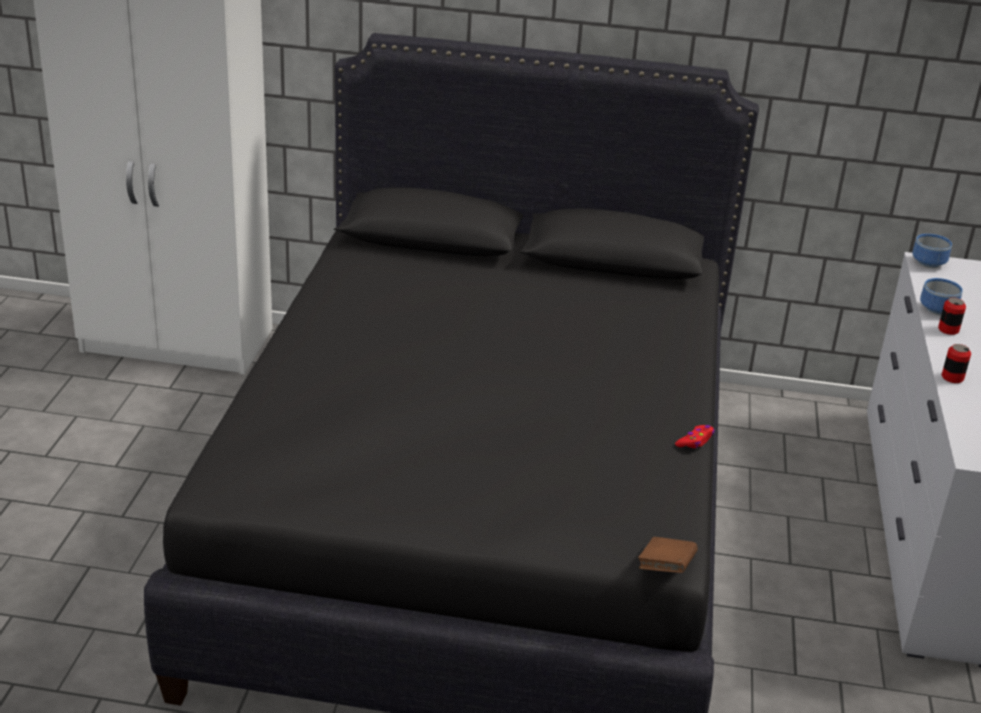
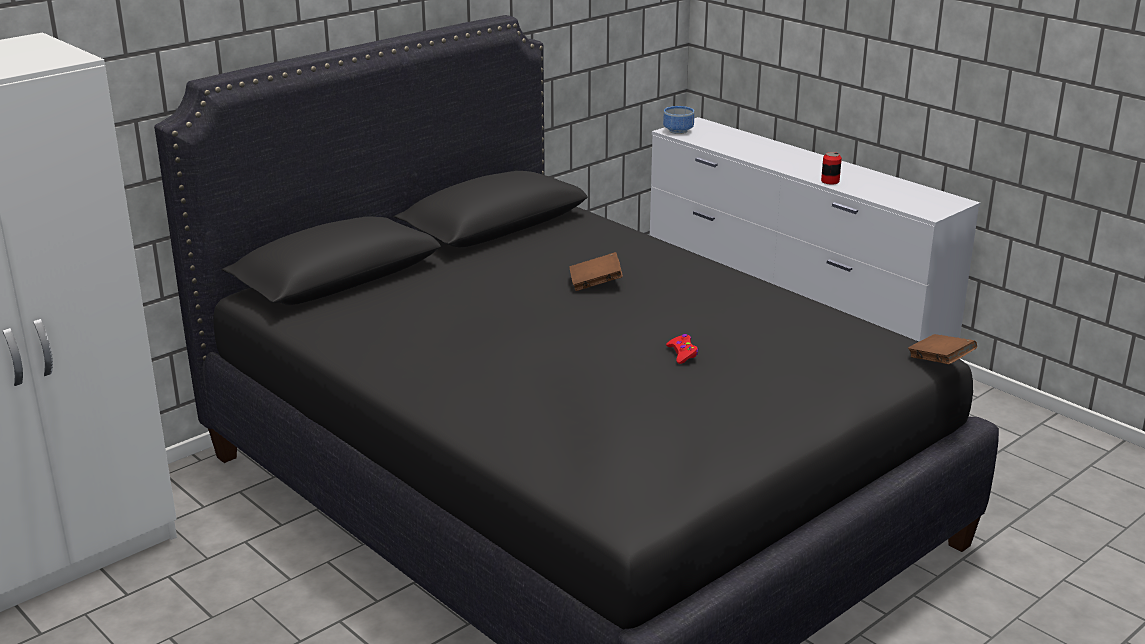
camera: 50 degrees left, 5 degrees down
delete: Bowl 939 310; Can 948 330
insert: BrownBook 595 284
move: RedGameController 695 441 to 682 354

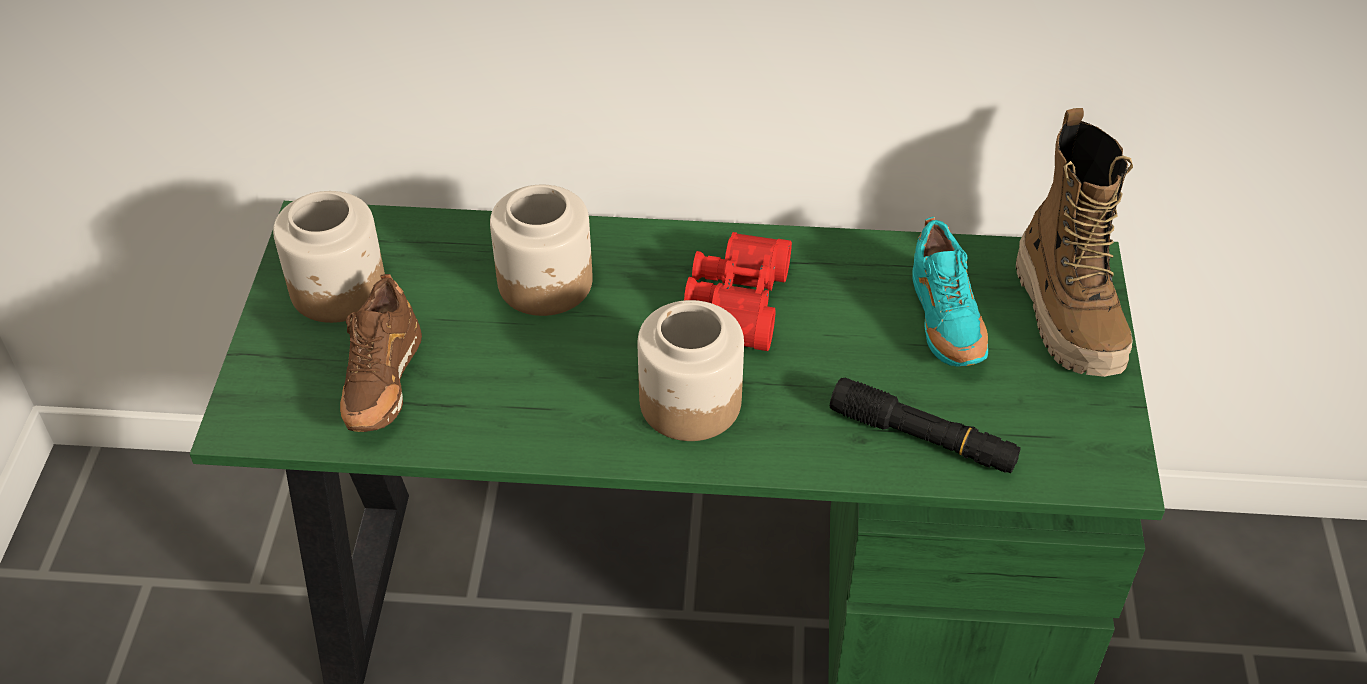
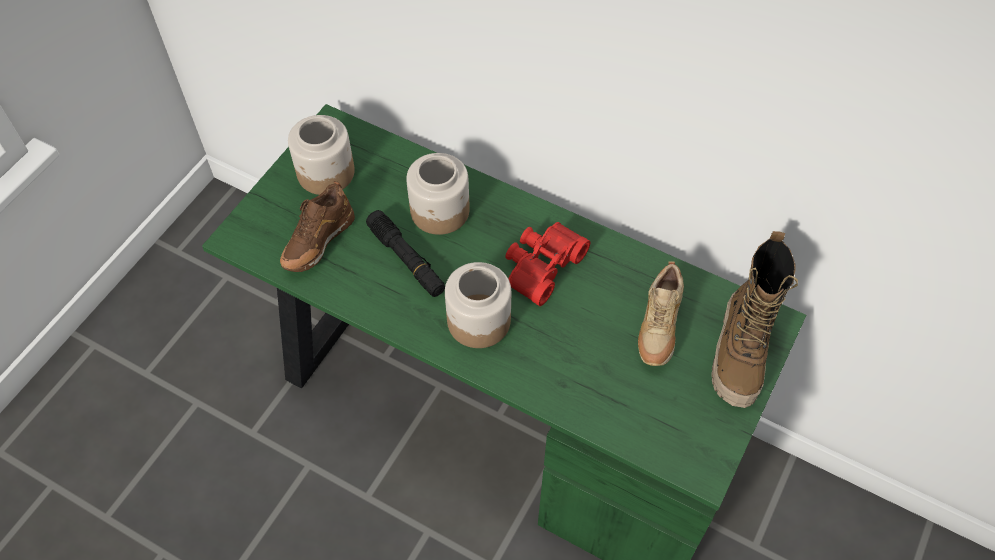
camera: 25 degrees right, 10 degrees up
move: BlackFlashlight 922 438 to 406 259
recolor: TurquoiseShoe 944 325 to BeigeShoe 658 330

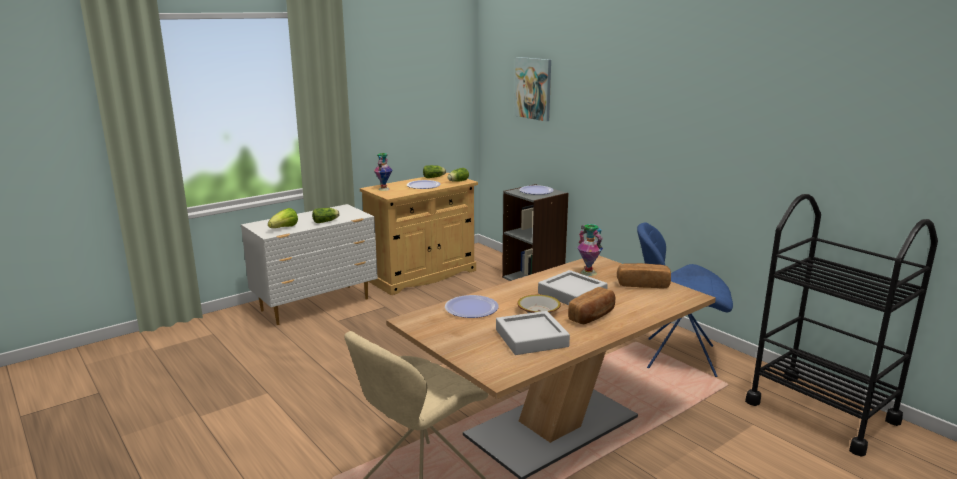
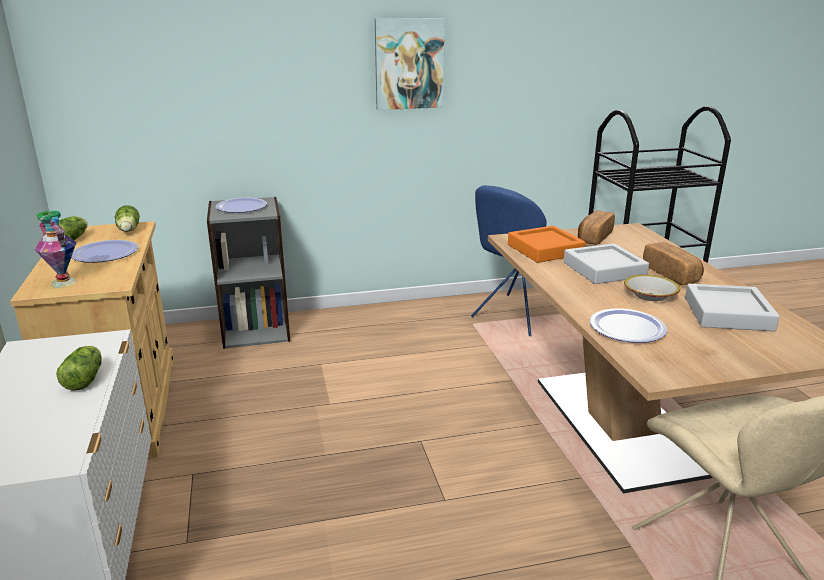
camera: 65 degrees left, 5 degrees up
delete: Lettuce 284 228
move: Picture 533 88 to 409 64
replace: Vase 589 272 to OrangeTray 545 249

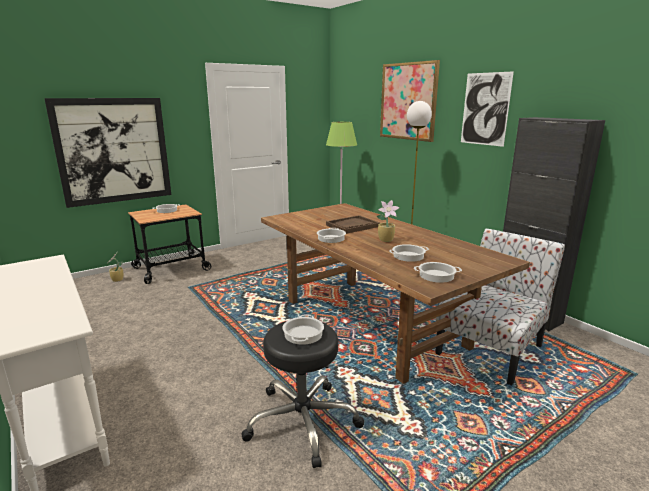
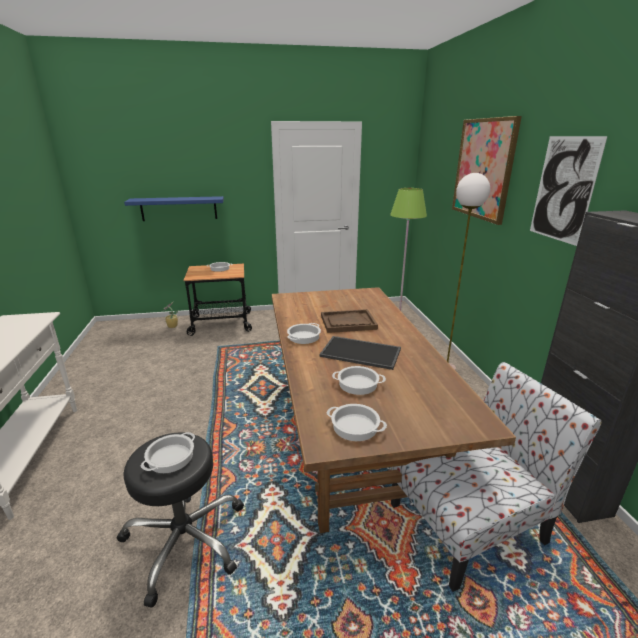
camera: 25 degrees right, 5 degrees up
replace: Picture 113 151 to BlueShelf 179 208; PottedPlant 386 240 to Tray 361 352

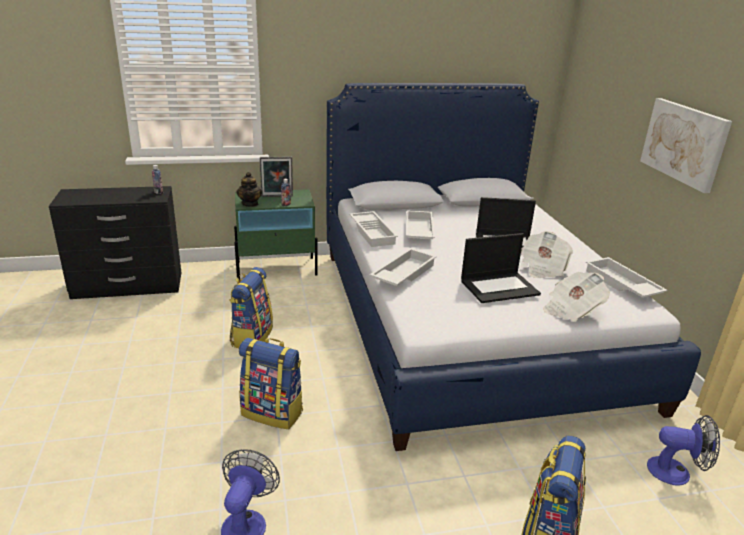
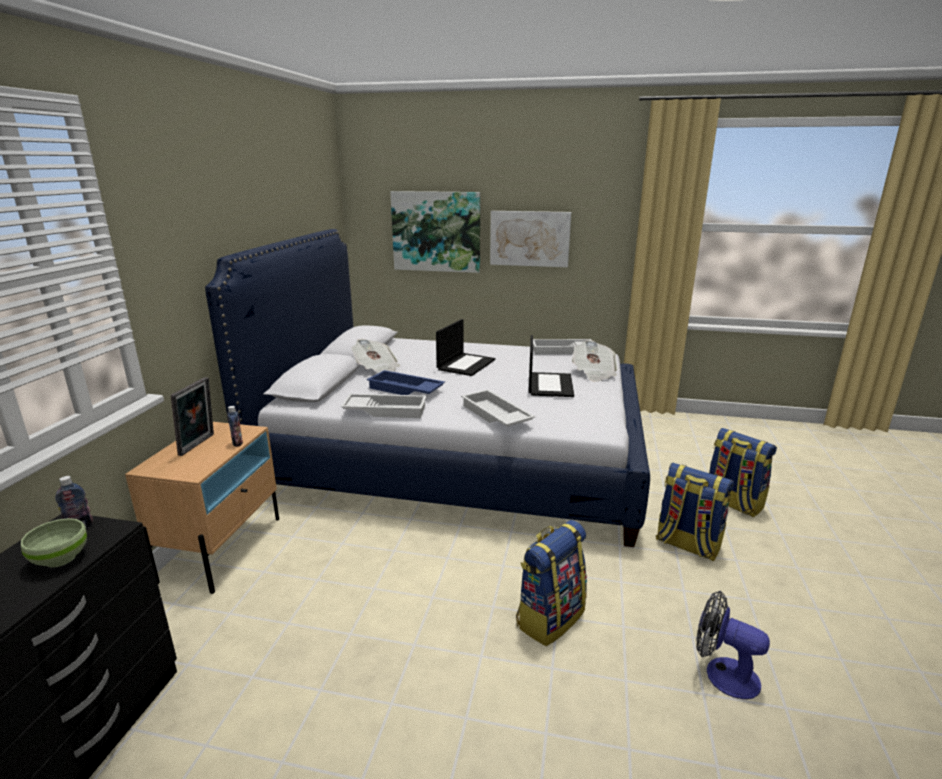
camera: 65 degrees left, 5 degrees down
delete: Teapot 250 204; Fan 676 472
insert: GreenBowl 61 559; Picture 436 231
move: Newspaper 543 268 to 376 369; Backpack 251 336 to 687 545
recolor: GreenNightstand 277 268 to BeigeNightstand 222 548; WhiteTray 418 231 to BlueTray 404 390

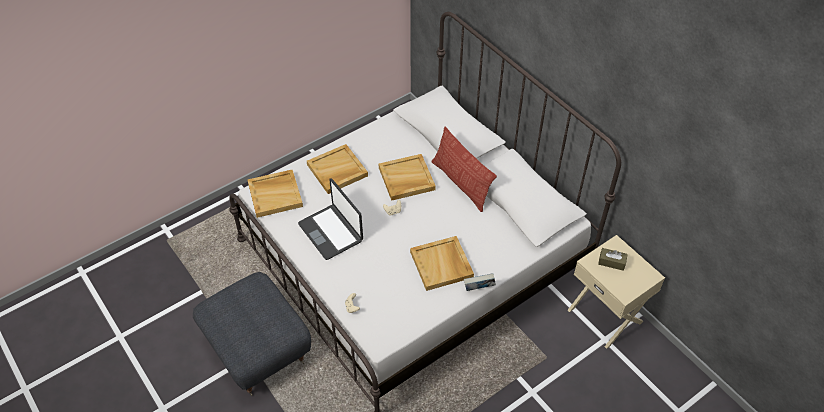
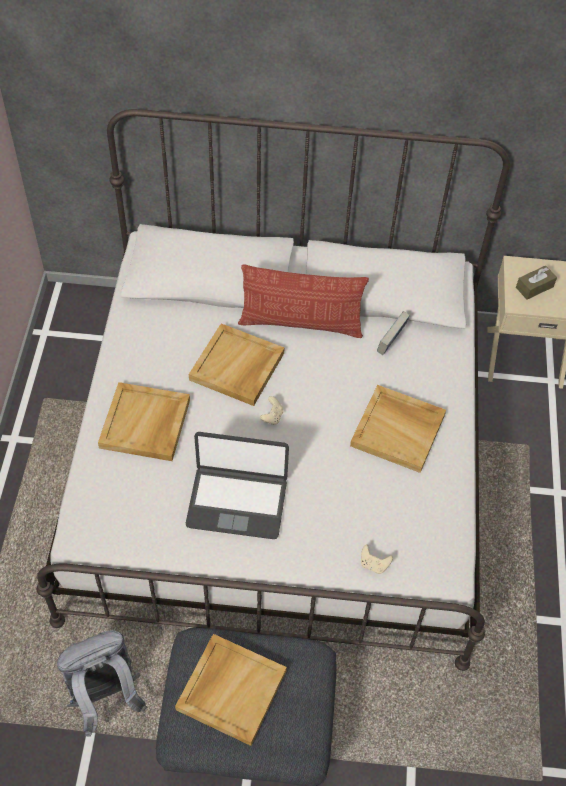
camera: 50 degrees left, 5 degrees up
insert: GreyBackpack 105 697
move: BeigeTray 275 194 to 231 689; Book 479 289 to 391 343

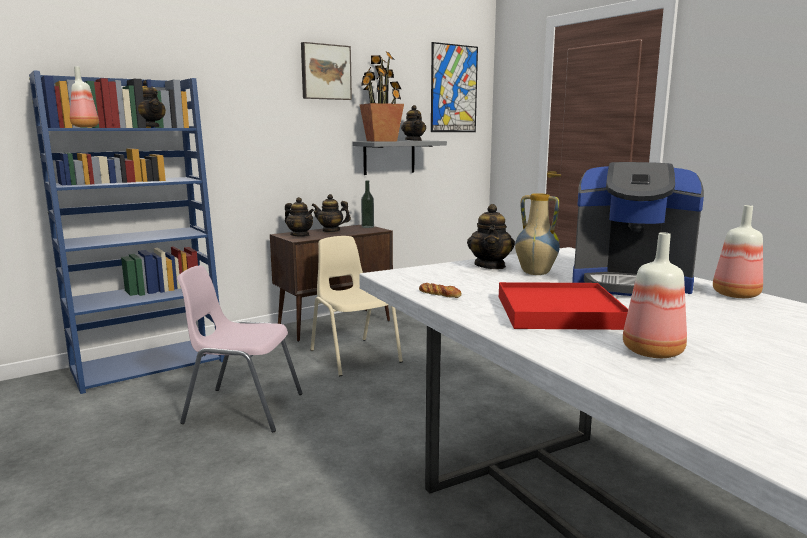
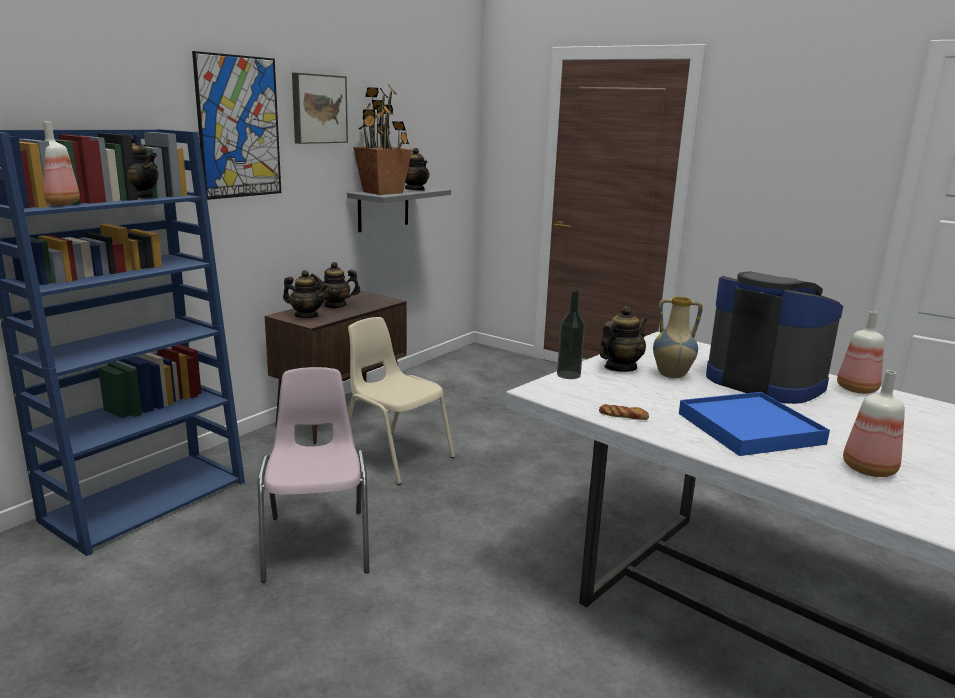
camera: 20 degrees left, 5 degrees up
move: Picture 454 89 to 239 127; Bottle 367 226 to 568 375
recolor: RedTray 558 312 to BlueTray 749 428
rotate: PinkChair 242 408 = 317 543 90 degrees clockwise; Teapot 490 266 = 620 368 120 degrees counterclockwise; CoffeeMachine 630 283 = 764 382 135 degrees counterclockwise

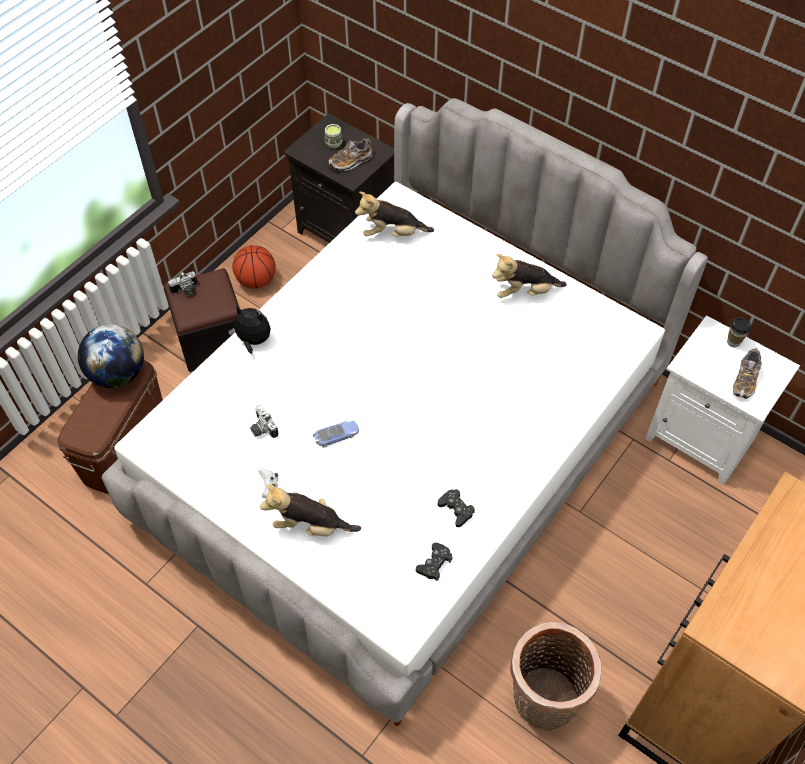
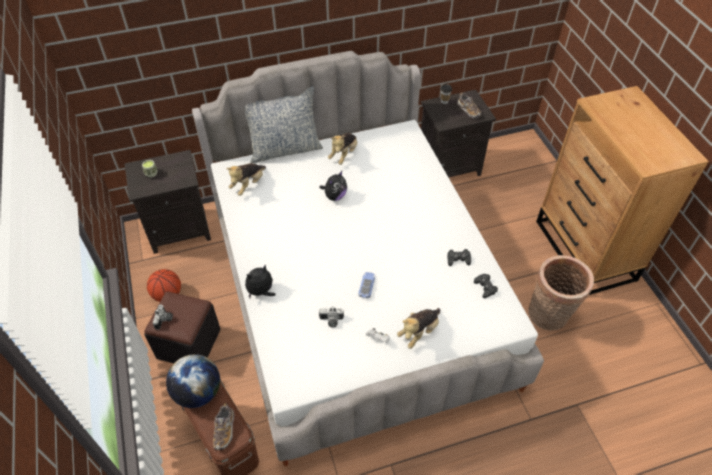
camera: 55 degrees left, 5 degrees down
insert: Pillow 285 149; PlushToy 335 196
move: Shoe 351 161 to 224 430
recolor: WhiteNightstand 702 437 to BlackNightstand 449 166

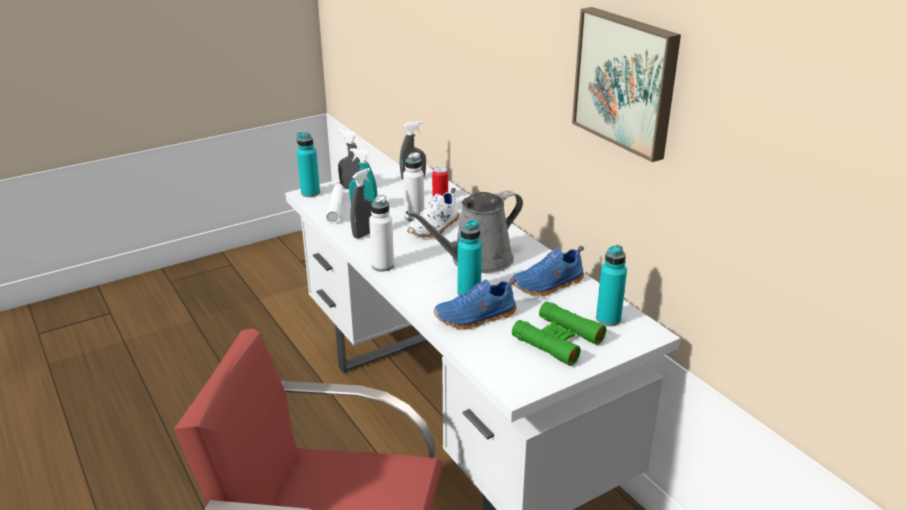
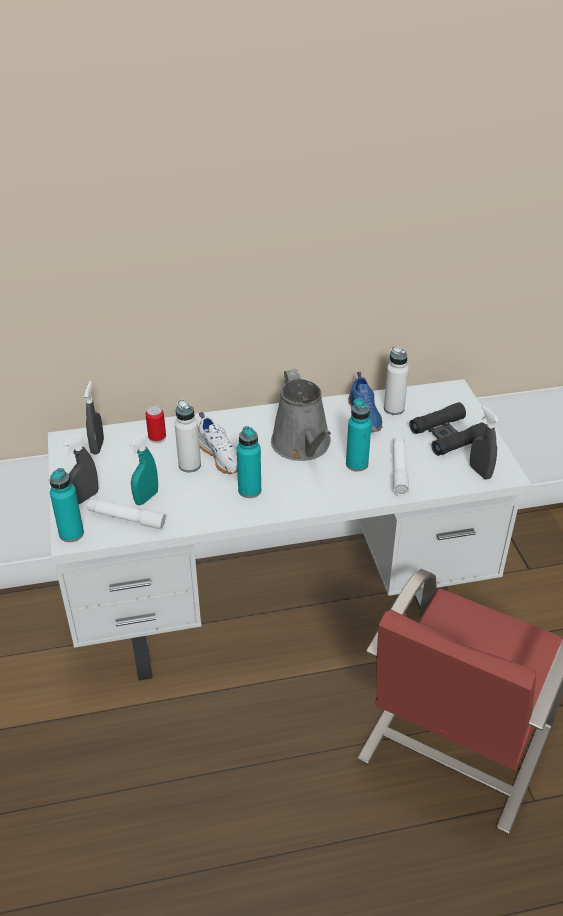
camera: 70 degrees left, 10 degrees up
delete: Picture 627 81
move: TurquoiseBottle 608 319 to 249 490; WhiteBottle 383 266 to 394 409; GreySprayBottle 364 234 to 480 471
replace: BlueShoe 476 318 to WhiteFlashlight 399 470
recolor: GreenBinoculars 558 340 to BlackBinoculars 447 435

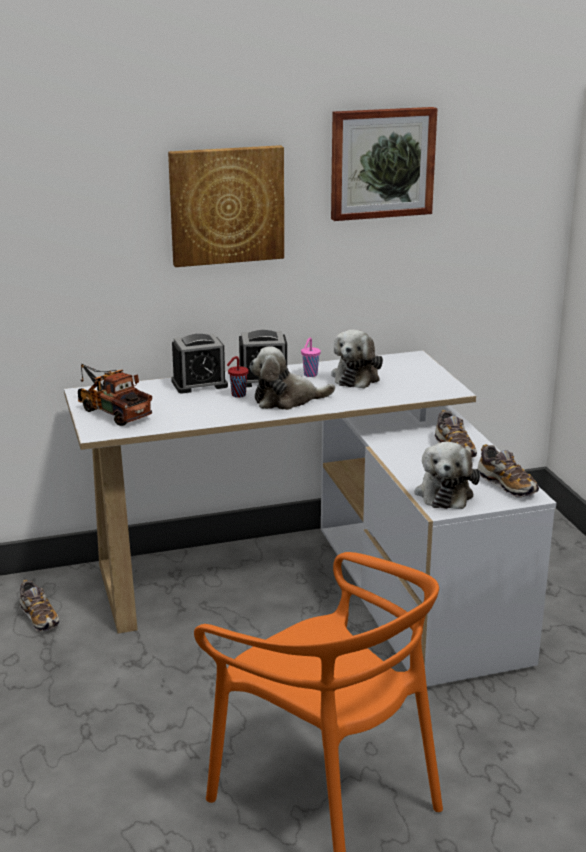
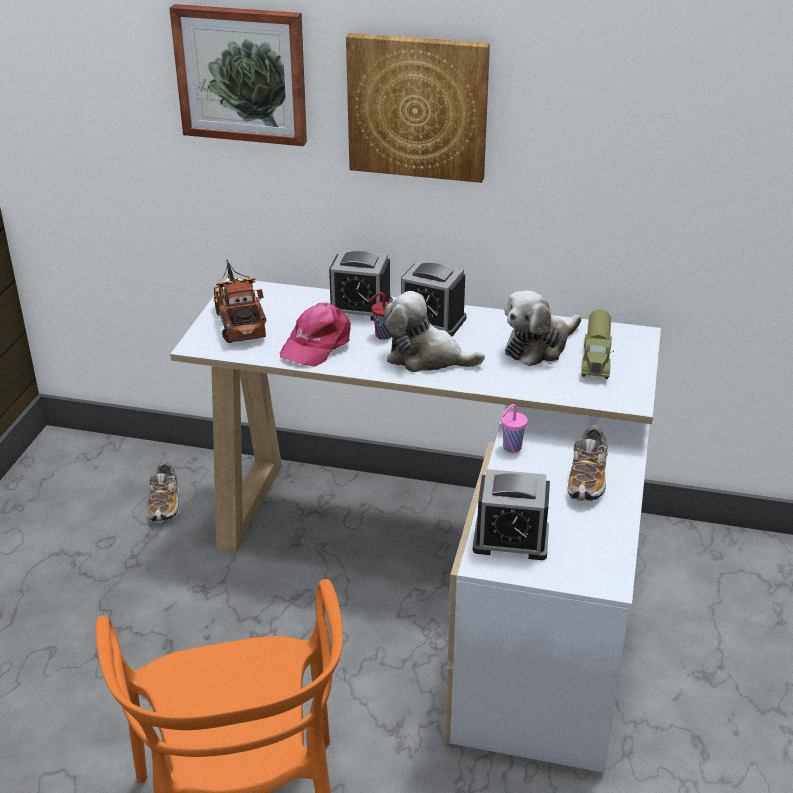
camera: 30 degrees right, 10 degrees up
delete: Shoe 506 485
insert: PinkCap 317 344; ToyTruck 597 359
move: Picture 381 163 to 242 74; PinkCup 310 375 to 511 448
replace: PlushToy 444 493 to AlarmClock 510 539

